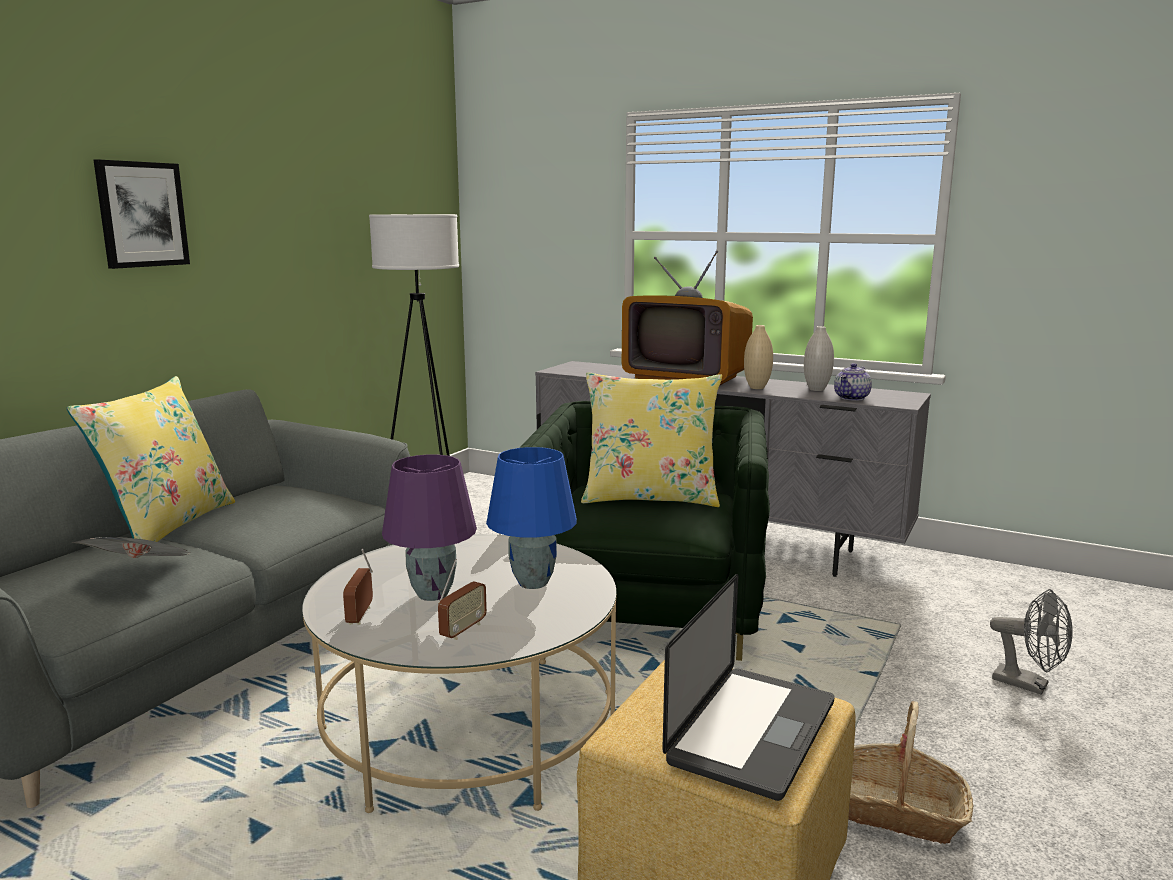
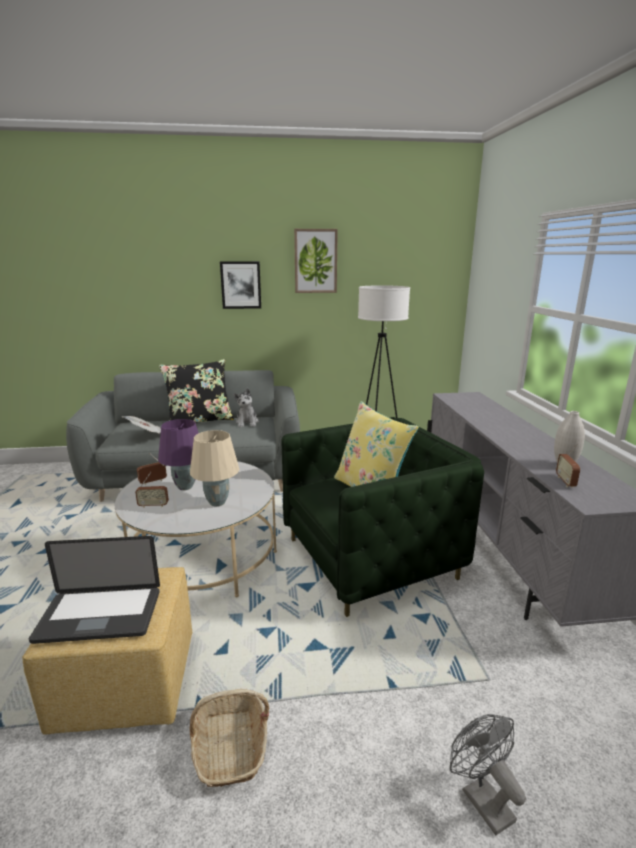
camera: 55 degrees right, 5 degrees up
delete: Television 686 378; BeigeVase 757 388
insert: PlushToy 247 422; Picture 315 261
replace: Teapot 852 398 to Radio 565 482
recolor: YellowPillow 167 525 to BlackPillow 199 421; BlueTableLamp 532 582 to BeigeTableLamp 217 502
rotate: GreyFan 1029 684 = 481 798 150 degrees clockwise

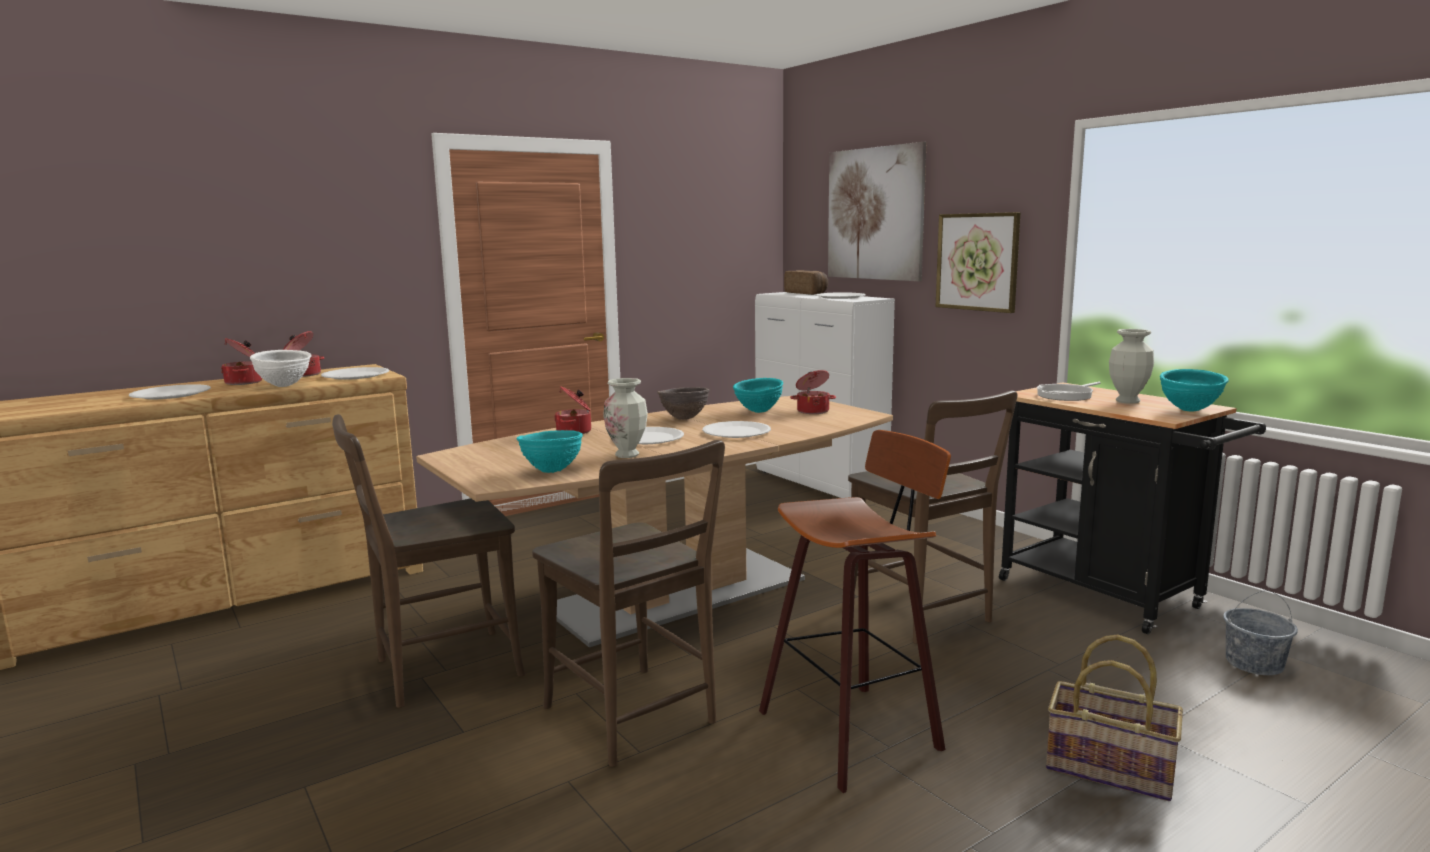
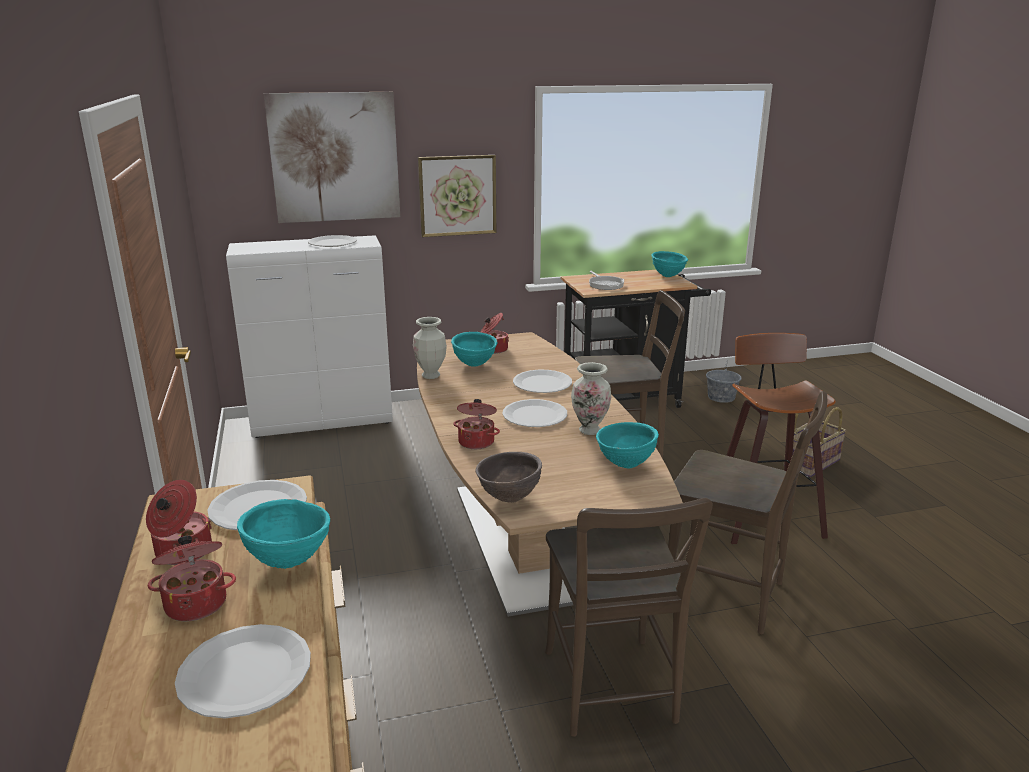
camera: 70 degrees left, 10 degrees up
delete: Bread 807 293
move: Vase 1127 401 to 431 376; BrownBowl 684 419 to 509 498
recolor: WhiteBowl 284 386 to TurquoiseBowl 289 562
rotate: BrownChair 634 719 = 730 595 45 degrees clockwise

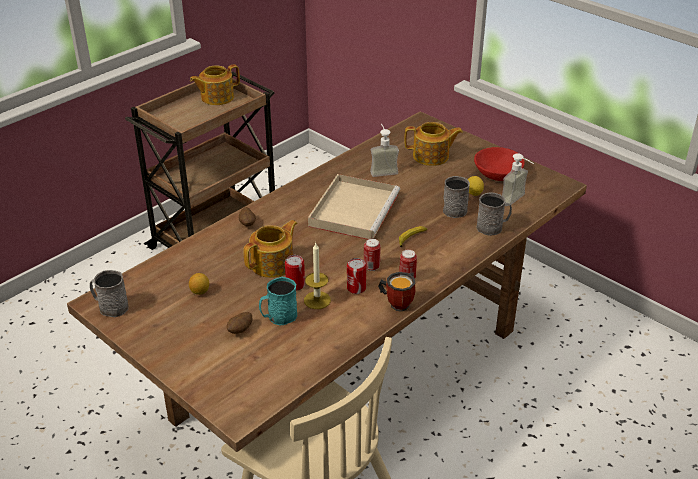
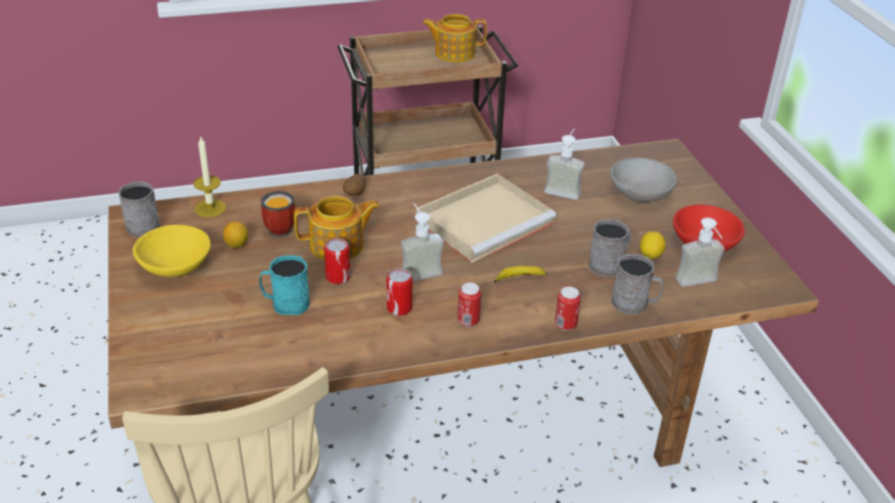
camera: 30 degrees right, 0 degrees up
delete: Potato 240 330
insert: YellowBowl 175 266; SoapDispenser 418 269
move: Candle 317 300 to 210 208; Mug 397 302 to 280 227; Can 371 267 to 565 325
replace: Teapot 431 156 to GreyBowl 640 194

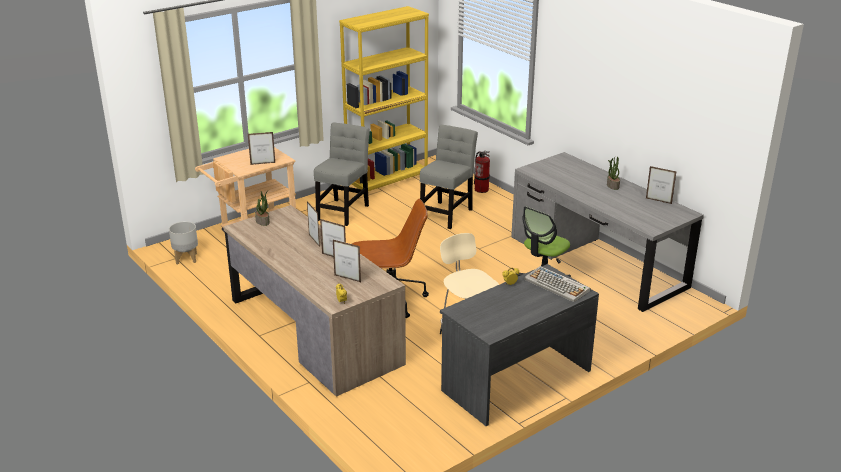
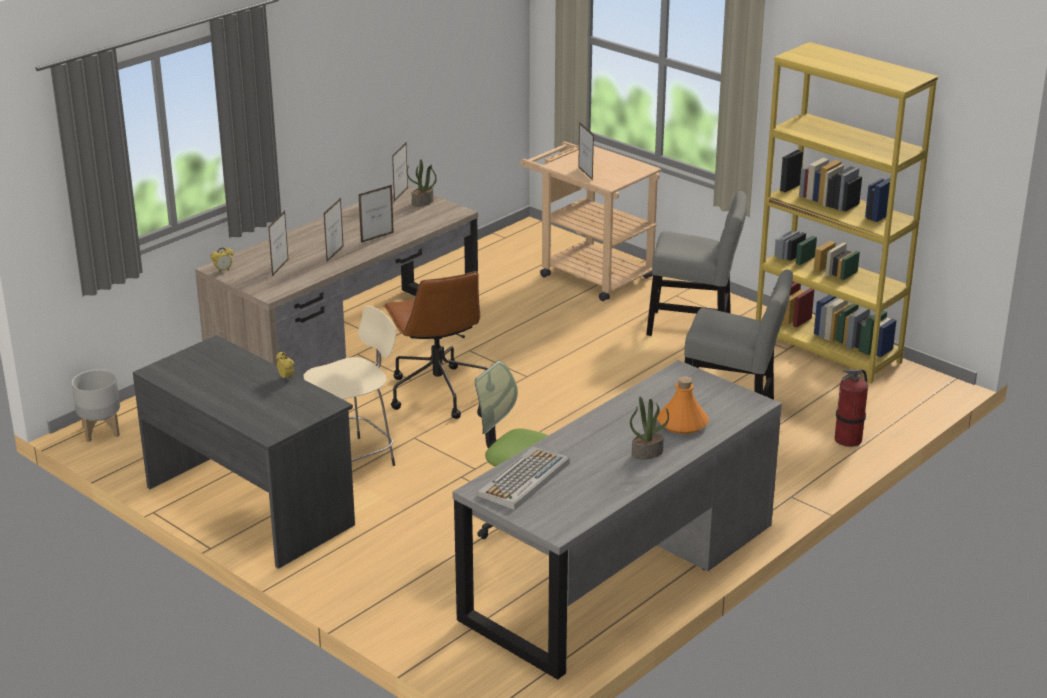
camera: 80 degrees right, 0 degrees up
insert: OrangeBottle 682 423
move: GreyPlanter 186 258 to 101 431; PictureFrame 658 201 to 401 195; Keyboard 557 285 to 523 480

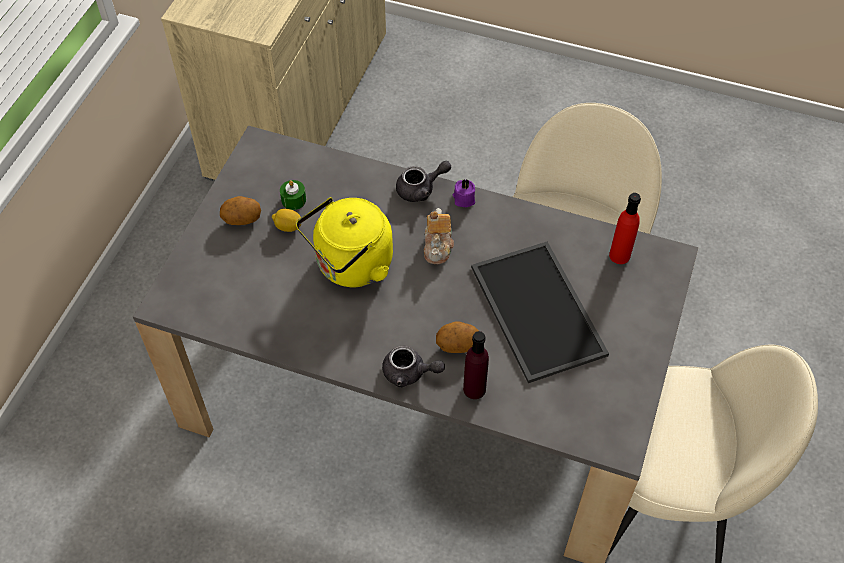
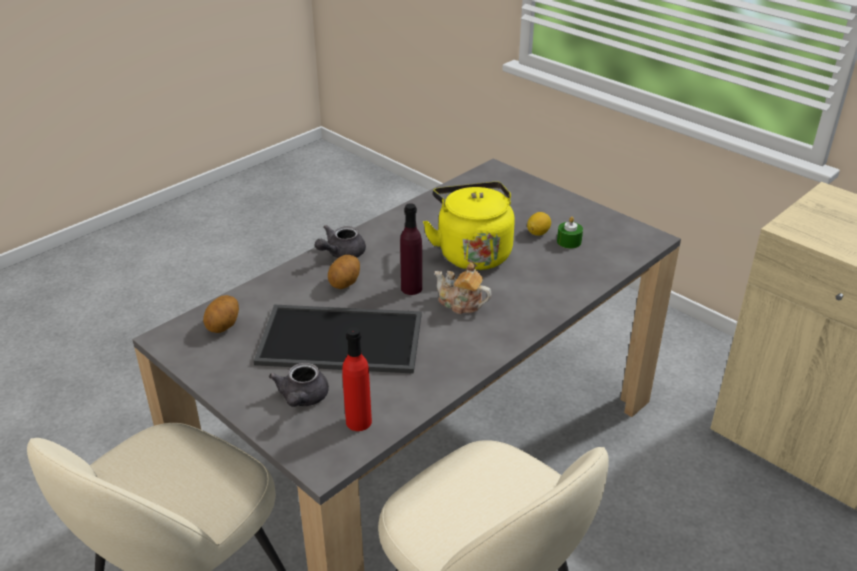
camera: 115 degrees right, 20 degrees down
delete: PurpleCandle 463 199
move: Potato 242 219 to 224 326; GreyTeapot 421 189 to 302 399; PurpleBottle 474 389 to 411 288

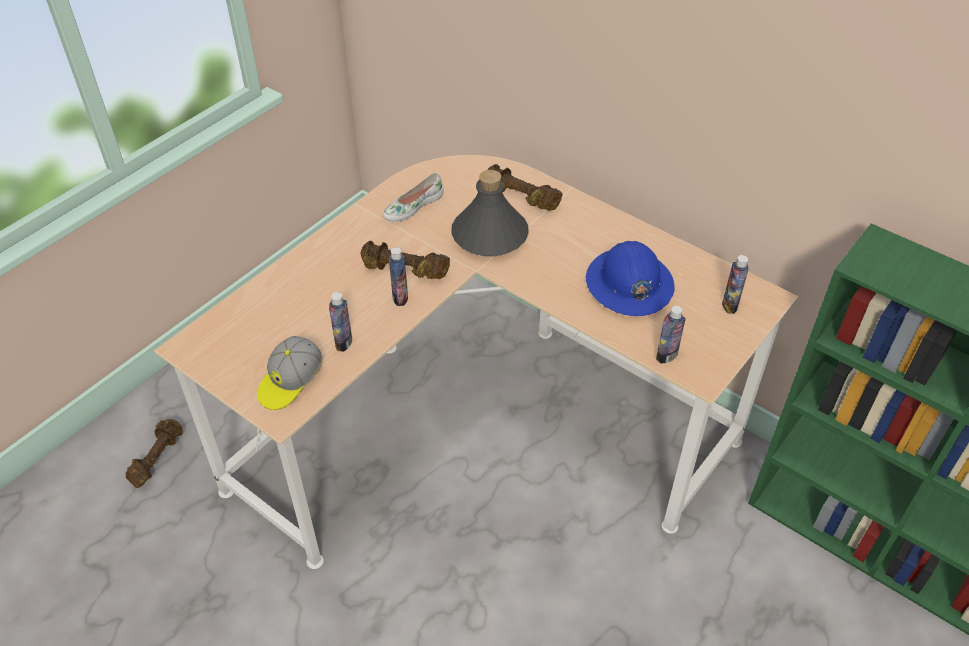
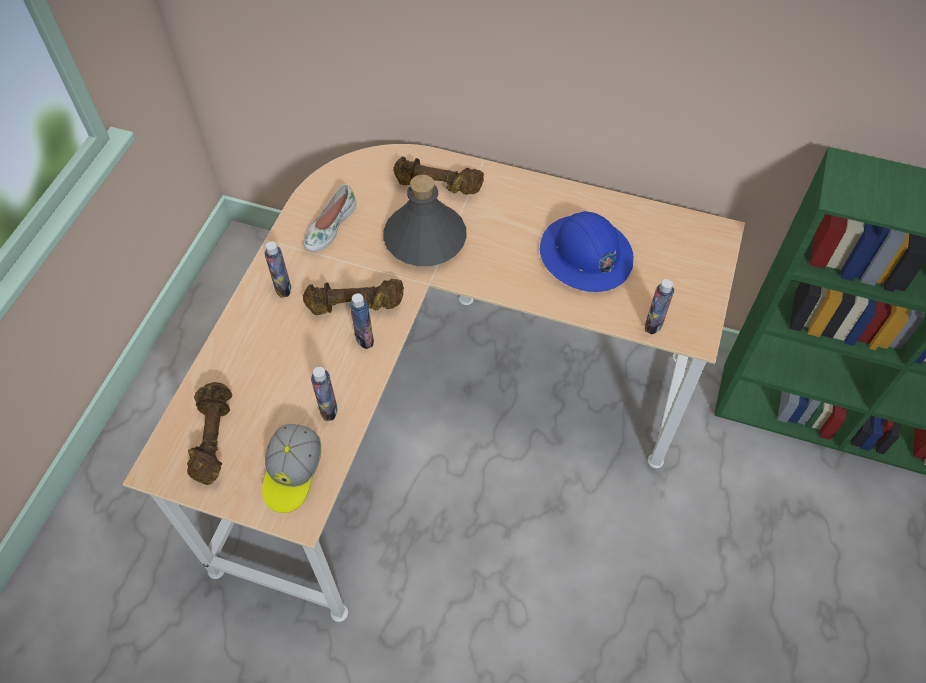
camera: 20 degrees left, 10 degrees up
move: BrownDumbbell 156 459 to 212 439; Bottle 730 305 to 283 287

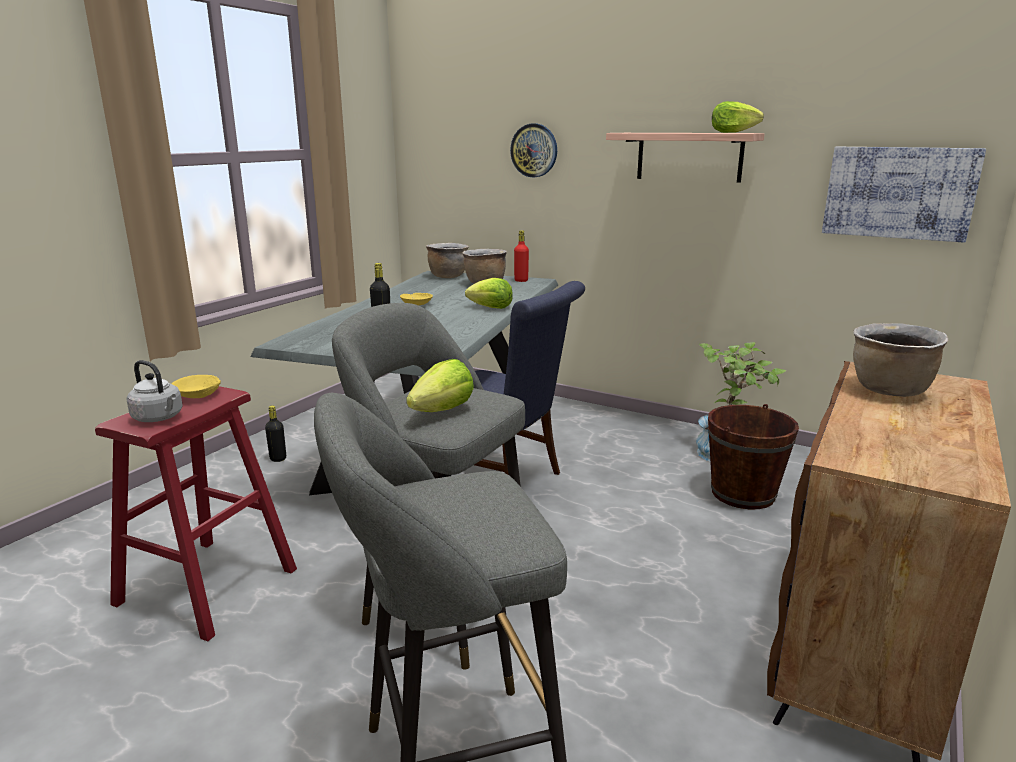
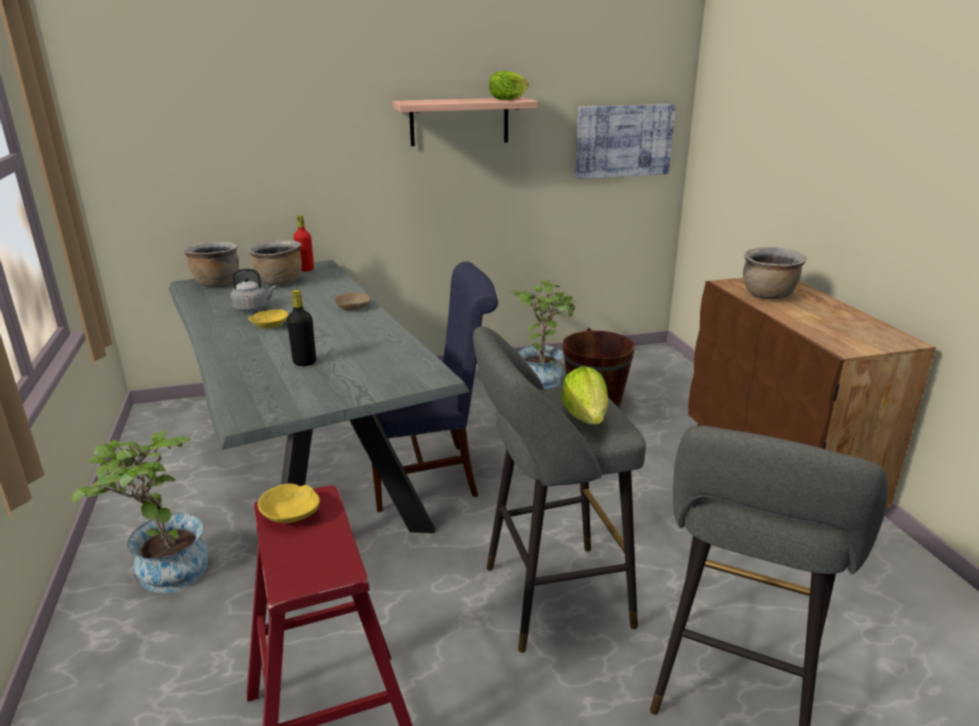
camera: 45 degrees left, 5 degrees up
delete: WallClock 534 150
move: GreyKettle 159 418 to 253 308
replace: BlackBottle 278 458 to PottedPlant 163 569; Lettuce 491 308 to BeigeBowl 353 307

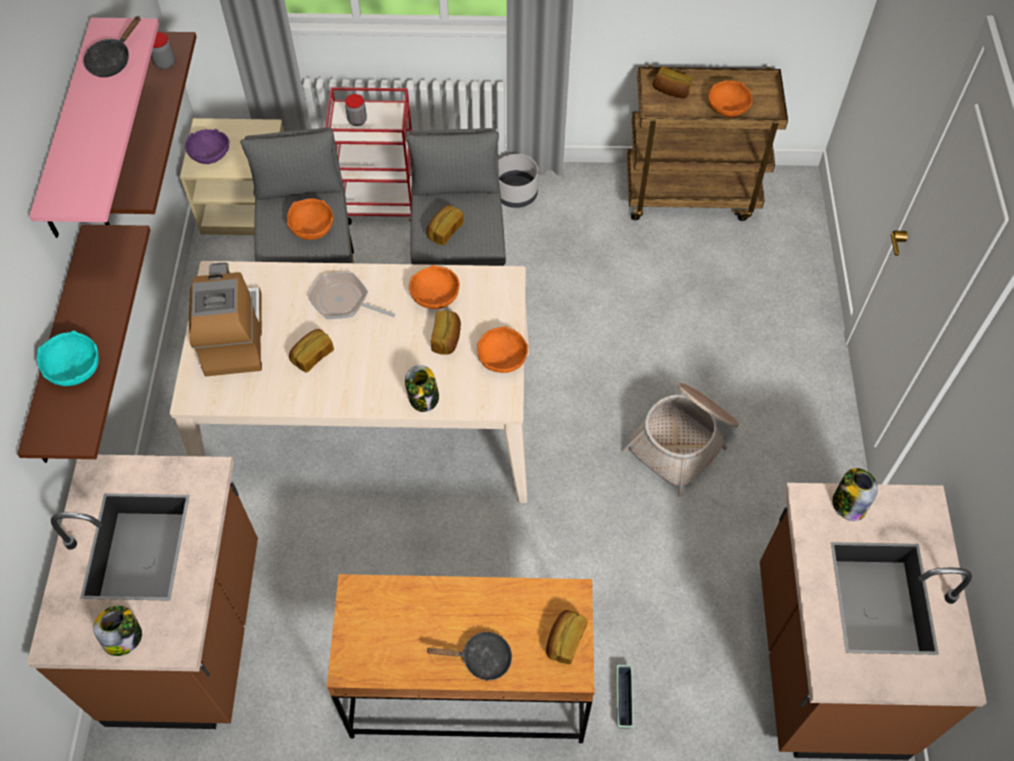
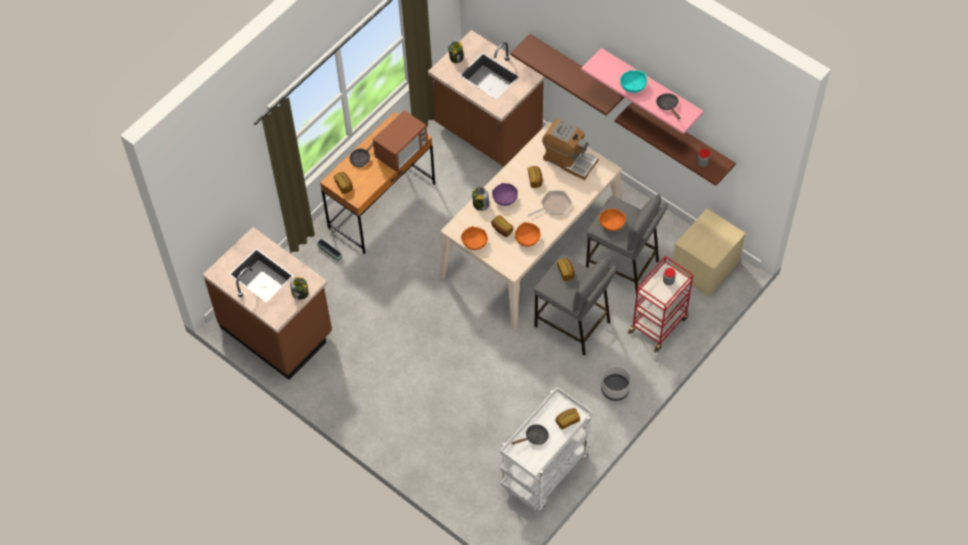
camera: 130 degrees right, 0 degrees up
delete: Basket 683 441
insert: Microwave 401 151
move: PurpleBowl 210 154 to 505 198; TurquoiseBowl 74 369 to 632 86
replace: OrangeBowl 728 108 to BlackFryingPan 534 437
recolor: BrownCart 691 193 to WhiteCart 545 473

